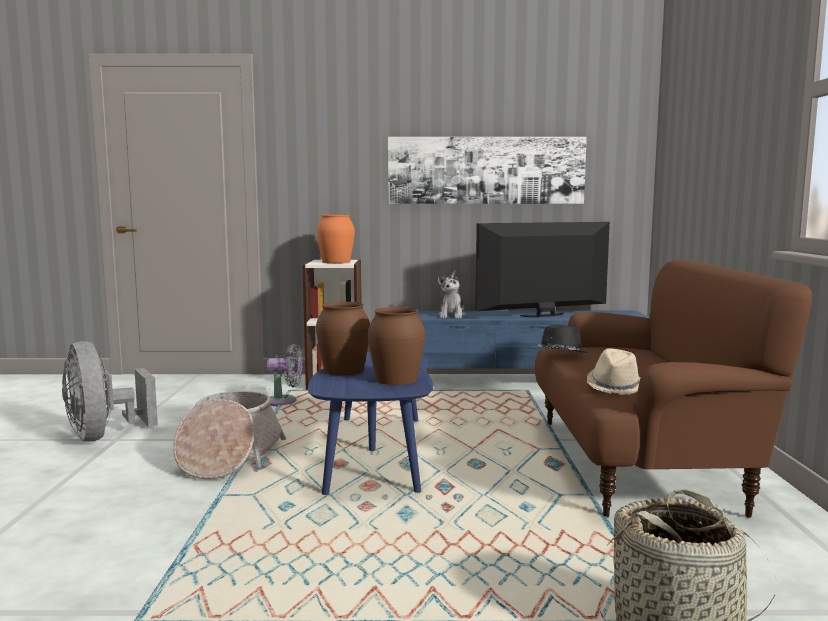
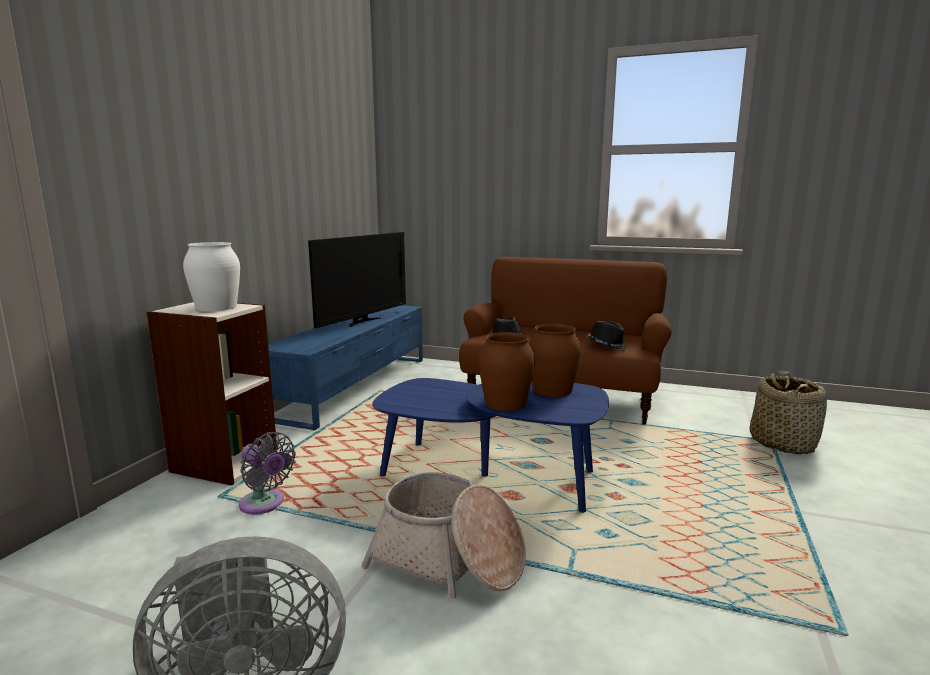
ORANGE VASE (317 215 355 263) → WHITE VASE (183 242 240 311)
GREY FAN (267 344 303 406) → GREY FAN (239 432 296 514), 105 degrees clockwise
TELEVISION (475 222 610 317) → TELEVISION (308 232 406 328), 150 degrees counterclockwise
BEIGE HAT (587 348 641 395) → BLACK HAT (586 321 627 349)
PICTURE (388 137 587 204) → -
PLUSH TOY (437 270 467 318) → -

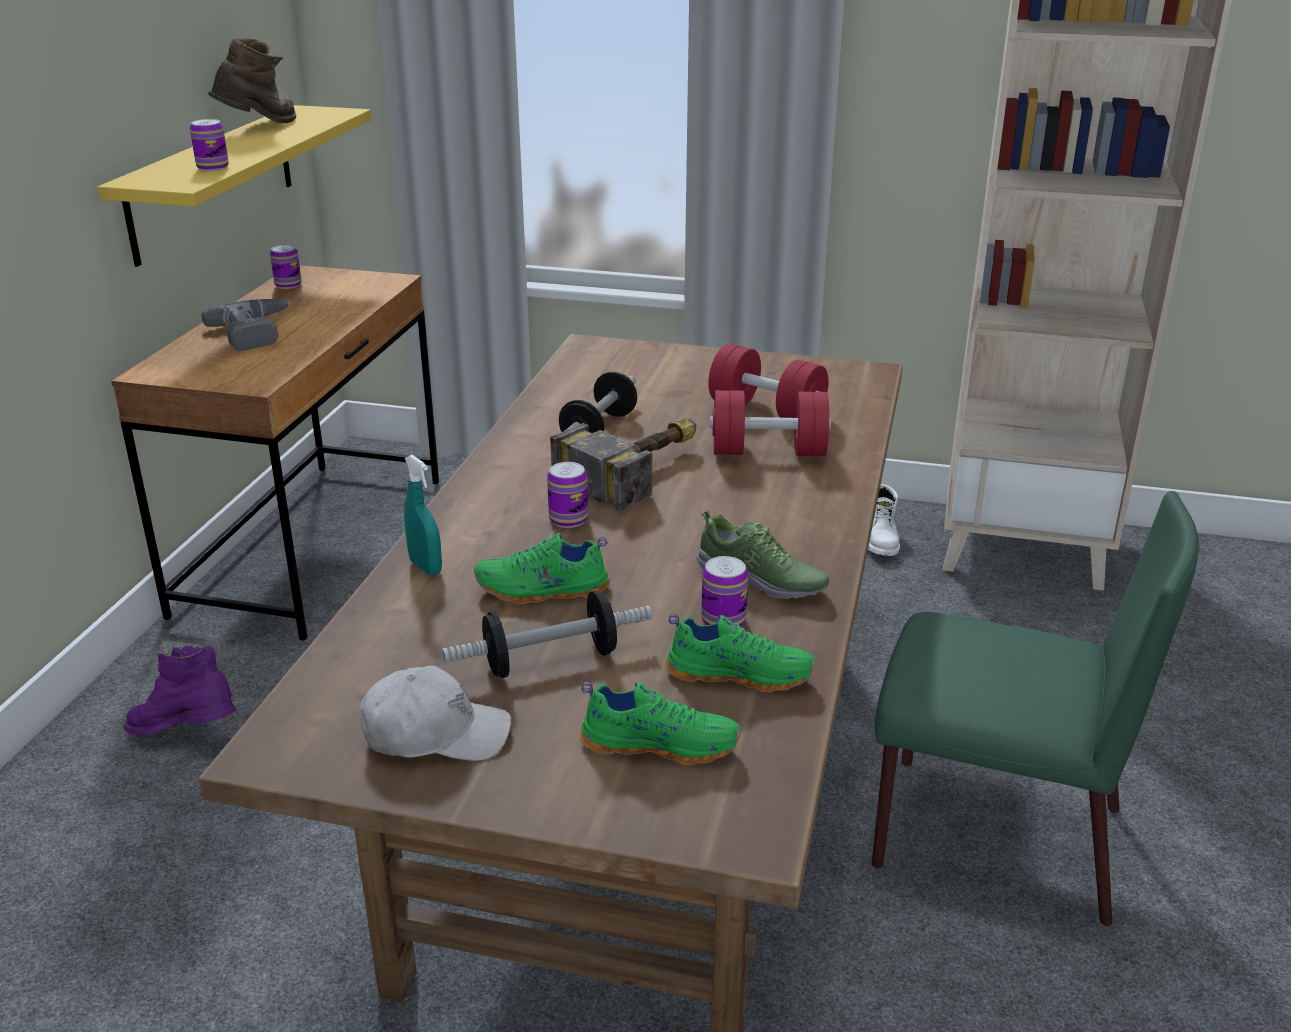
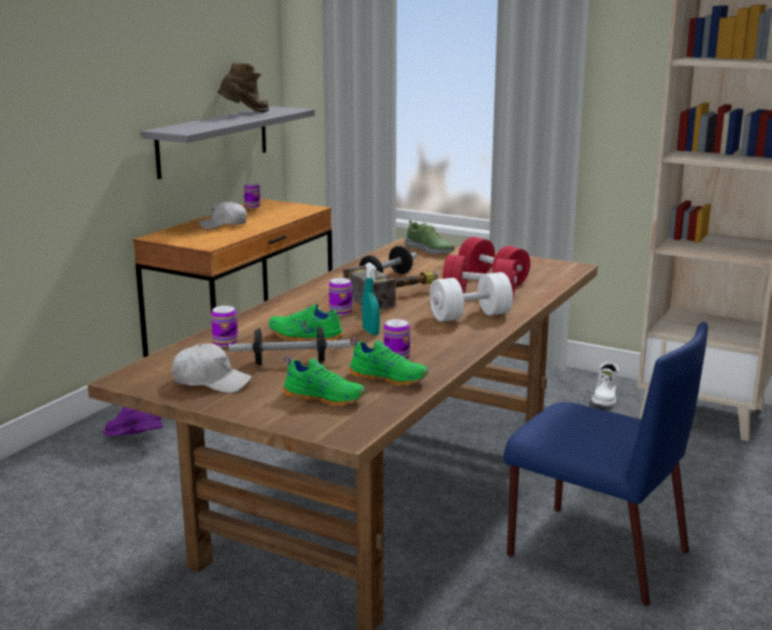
YELLOW SHELF (97 105 372 267) → GREY SHELF (141 106 315 179)
POWER DRILL (202 299 290 351) → WHITE CAP (198 201 247 229)
CAN (190 119 228 171) → CAN (211 306 238 347), relocated
TURQUOISE SPRAY BOTTLE (404 455 442 575) → TURQUOISE SPRAY BOTTLE (362 263 380 335), relocated
SHOE (697 511 829 599) → SHOE (405 220 455 254), relocated
- → WHITE DUMBBELL (430 272 513 322)
GREEN CHAIR (872 491 1199 926) → BLUE CHAIR (503 322 708 606)

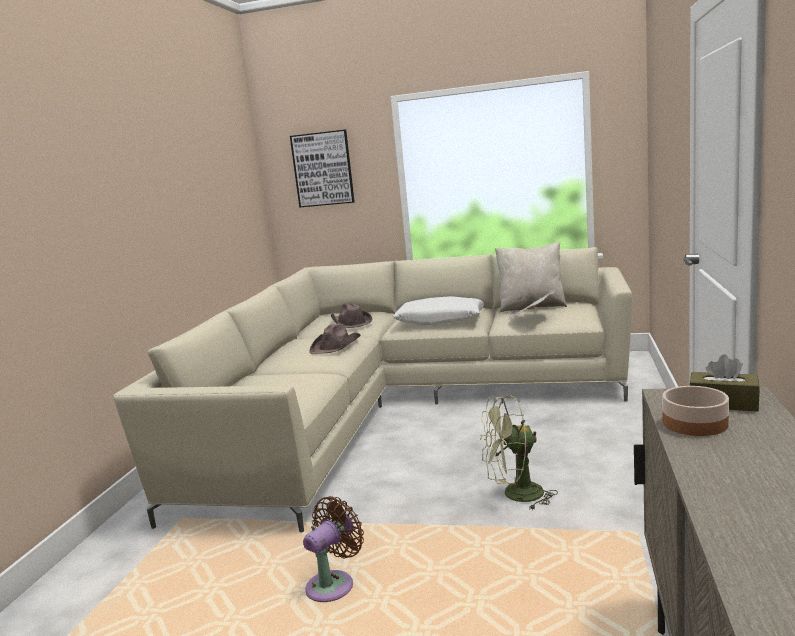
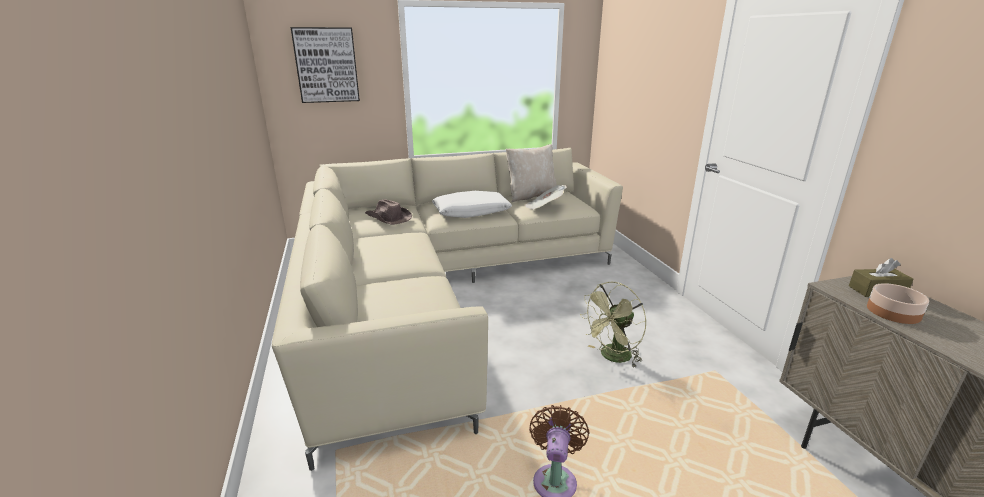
BROWN HAT (309 324 361 354) → -

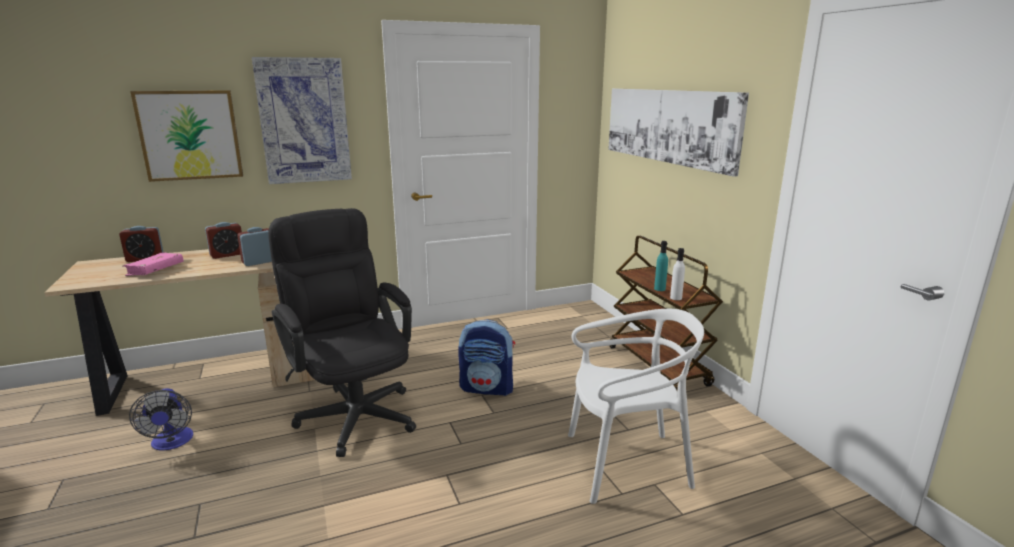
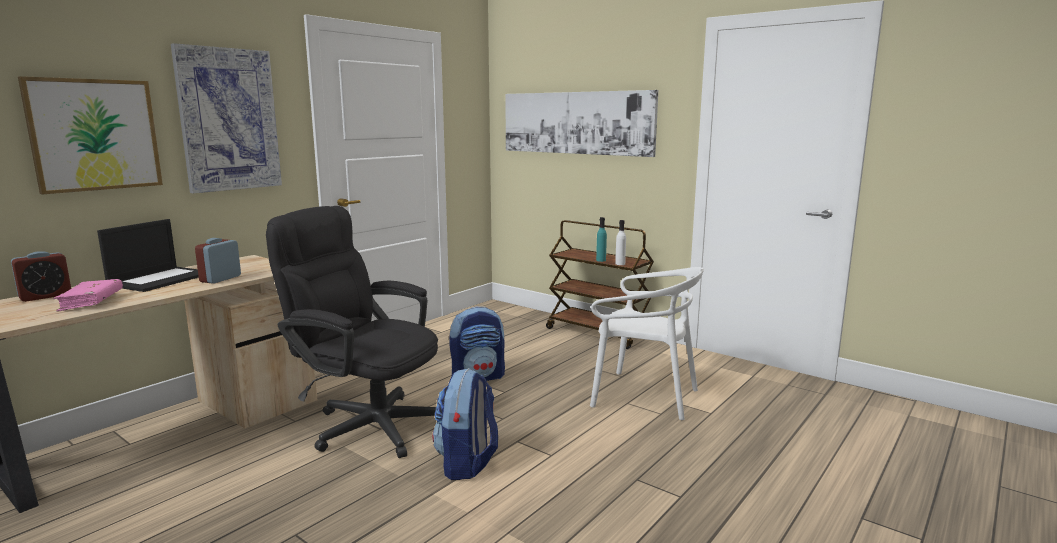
ALARM CLOCK (205 222 242 259) → LAPTOP (97 219 199 292)
- → BACKPACK (432 368 498 480)
WHITE CHAIR (568 309 704 504) → WHITE CHAIR (590 267 704 420), 60 degrees clockwise
FAN (129 388 193 451) → -

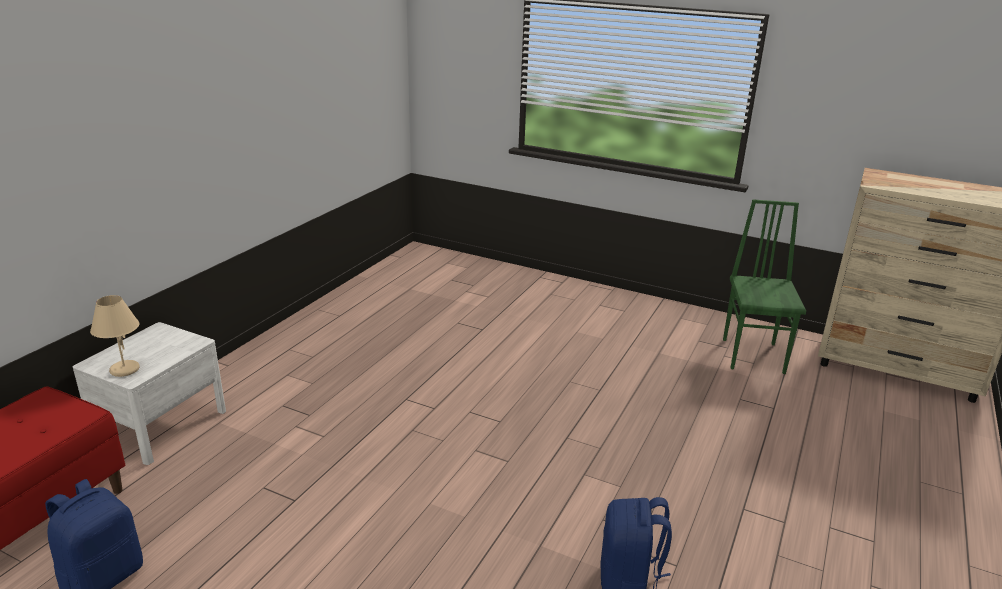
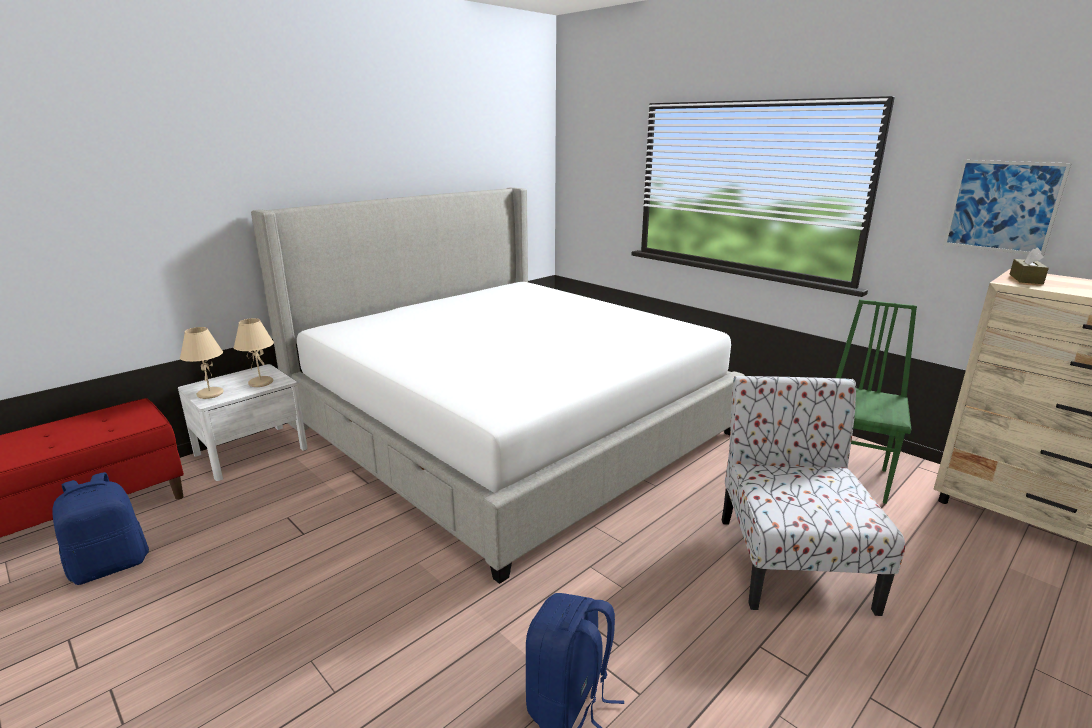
- → BEIGE TABLE LAMP (234 318 274 387)
- → BED (251 187 745 584)
- → CHAIR (722 376 905 616)
- → PICTURE (943 160 1072 256)
- → BROWN TISSUE BOX (1010 247 1049 284)

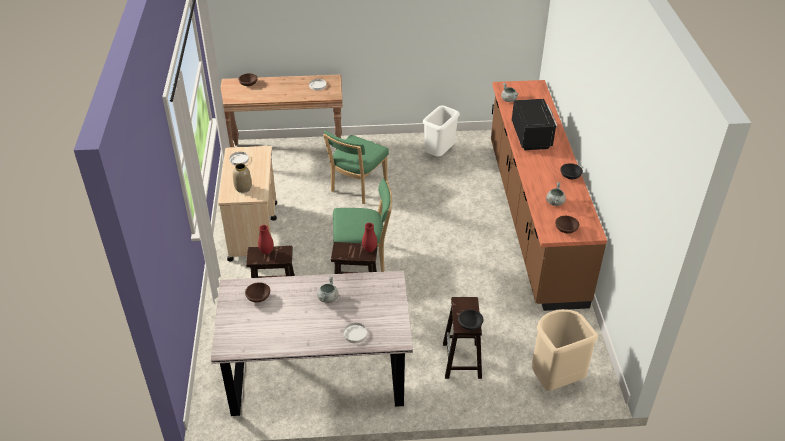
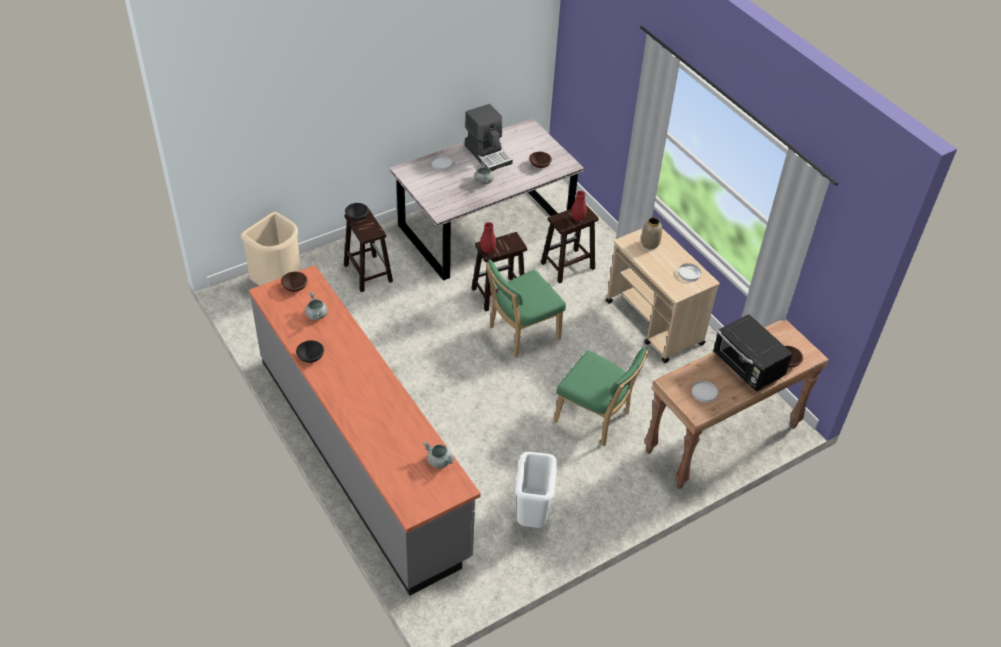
BROWN COUNTER (491 80 607 311) → GREY COUNTER (249 265 481 596)
- → COFFEE MACHINE (465 104 513 171)
GREEN CHAIR (323 130 389 204) → GREEN CHAIR (554 346 649 446), 120 degrees clockwise
BLACK MICROWAVE (512 99 557 150) → BLACK MICROWAVE (713 314 793 391), relocated

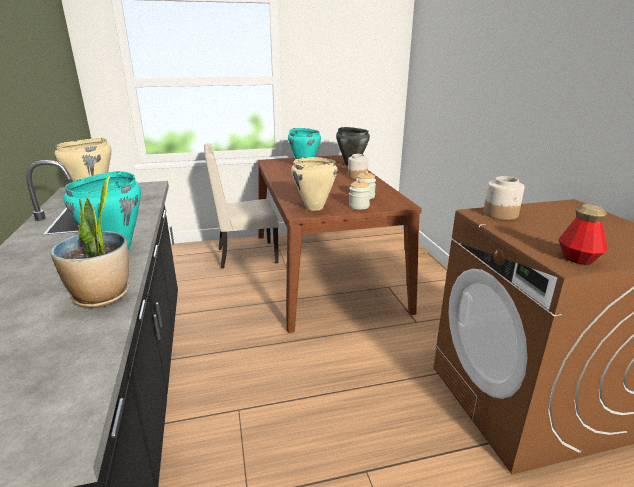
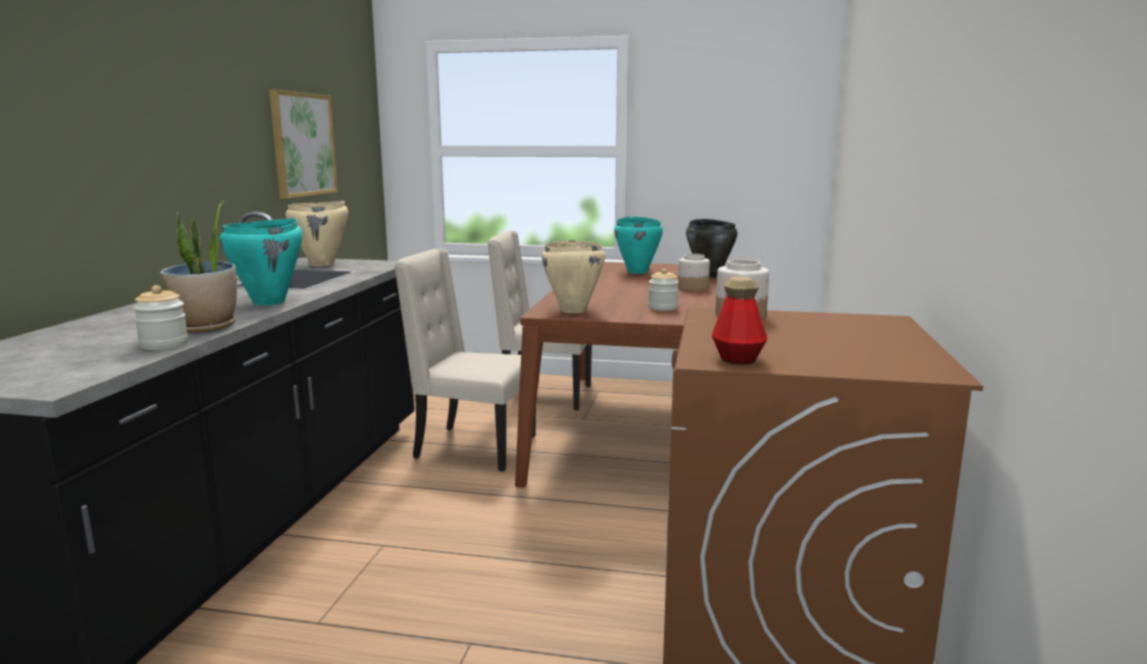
JAR (349 179 371 210) → JAR (133 285 188 350), relocated
- → PICTURE (269 90 338 199)
- → BEIGE CHAIR (394 249 536 472)

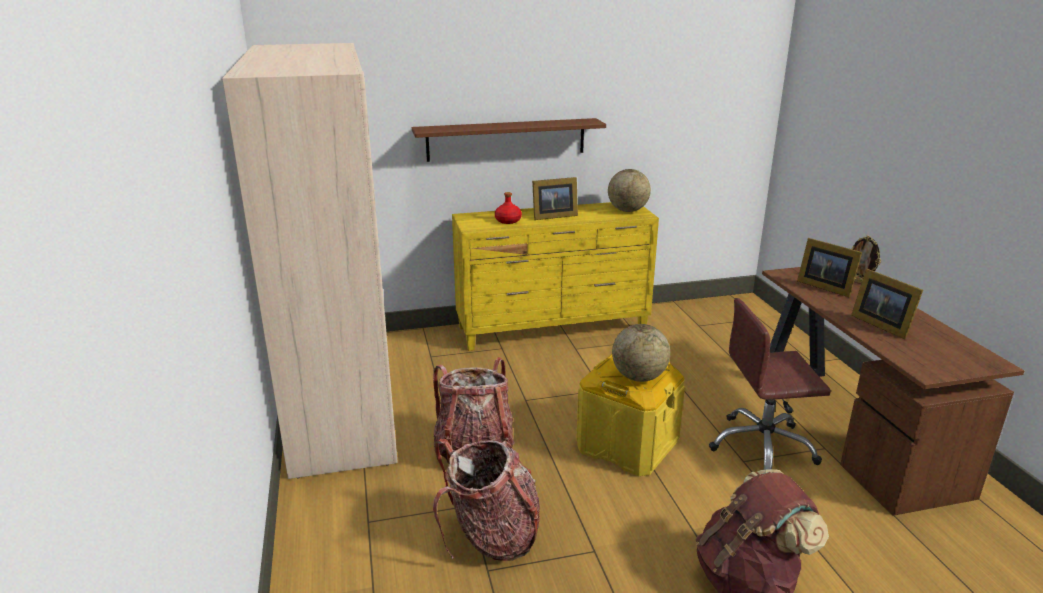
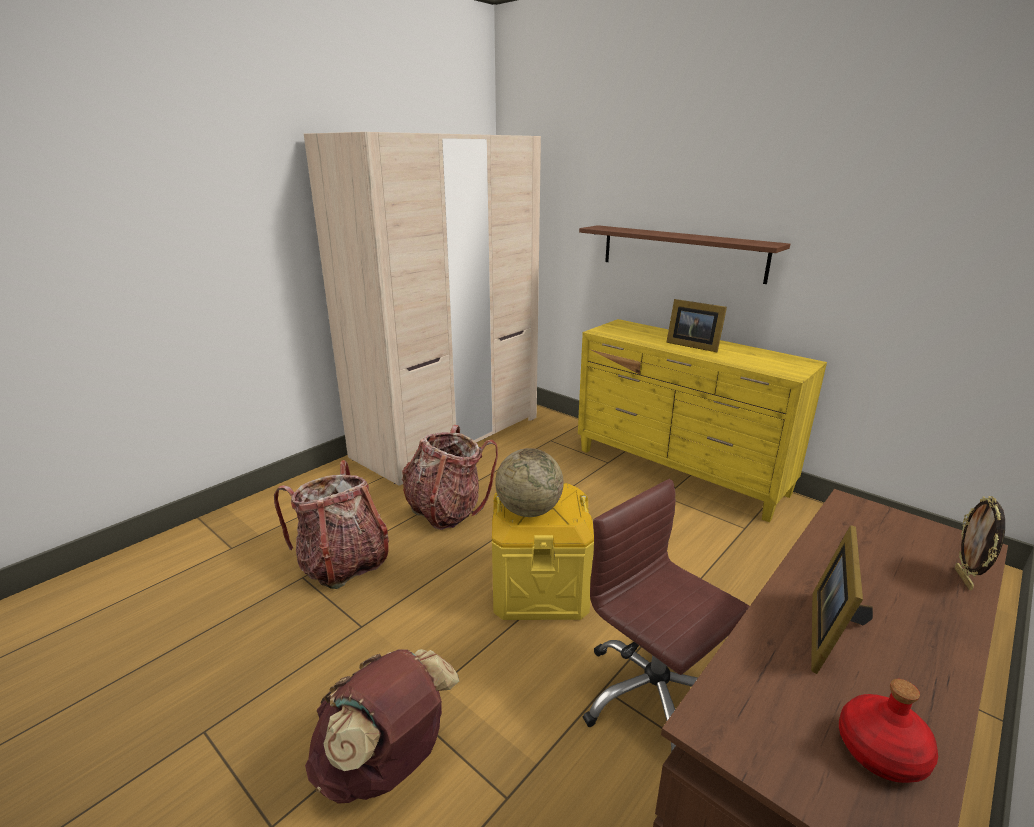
RED BOTTLE (495 192 522 224) → RED BOTTLE (839 679 938 783), relocated
GLOBE (608 169 651 212) → -
PICTURE FRAME (797 238 862 297) → -

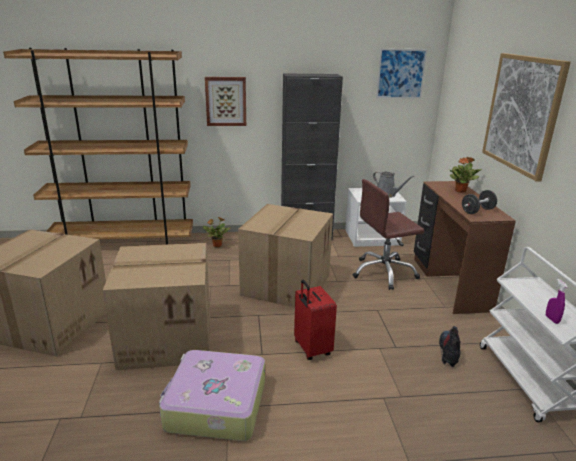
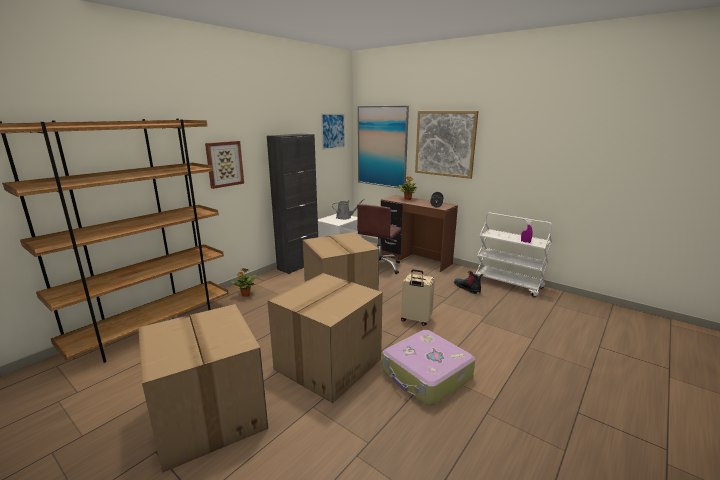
- → PICTURE (358 106 409 188)
RED SUITCASE (294 280 337 360) → BEIGE SUITCASE (401 269 435 326)

